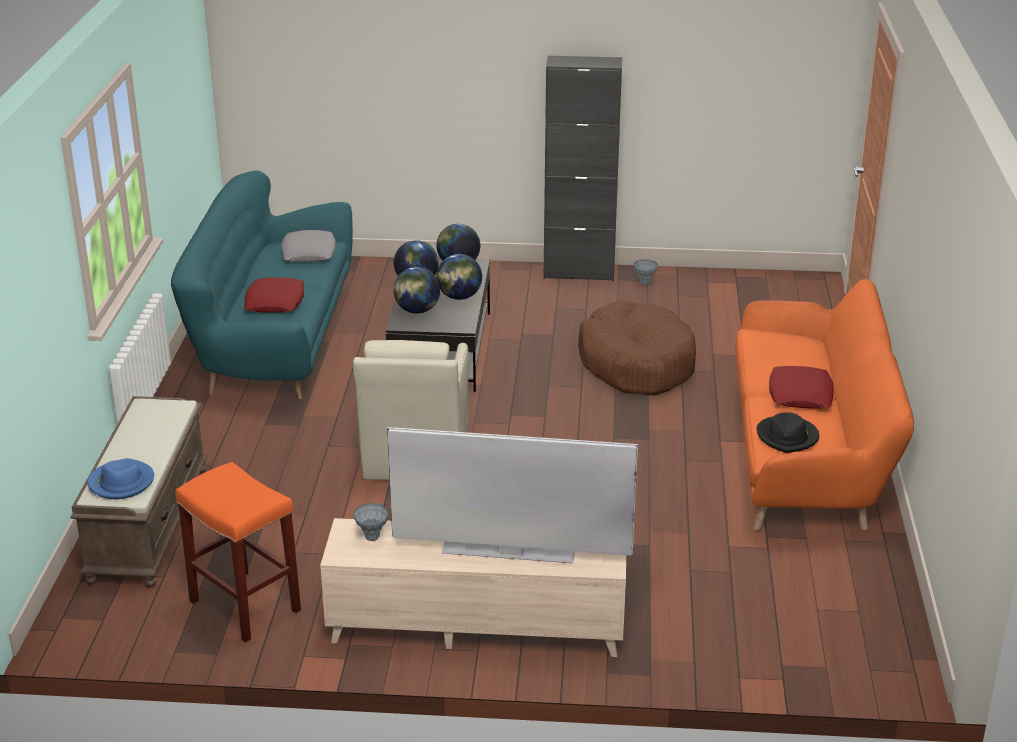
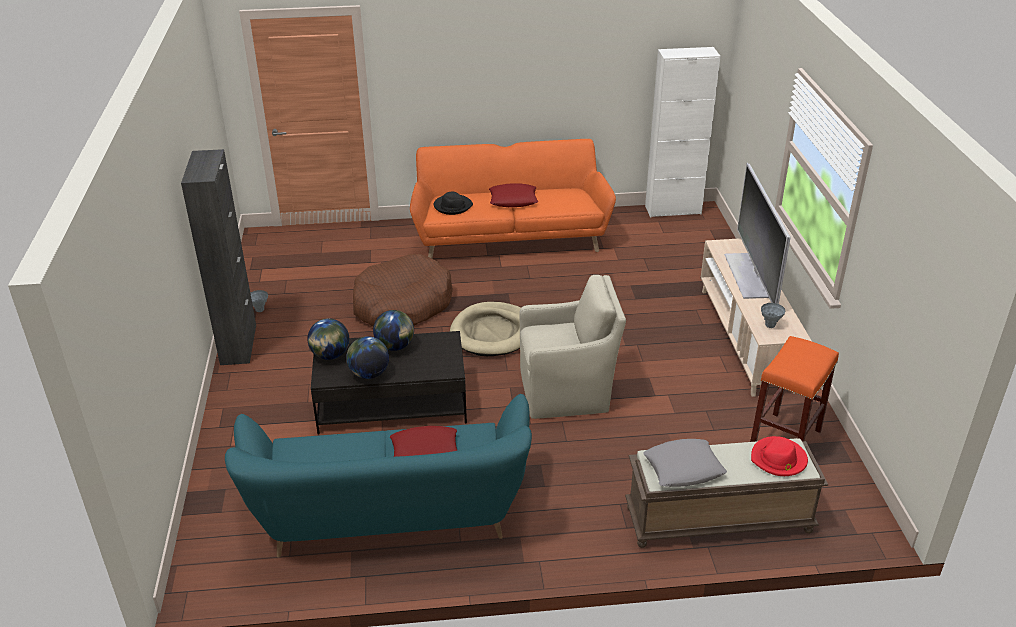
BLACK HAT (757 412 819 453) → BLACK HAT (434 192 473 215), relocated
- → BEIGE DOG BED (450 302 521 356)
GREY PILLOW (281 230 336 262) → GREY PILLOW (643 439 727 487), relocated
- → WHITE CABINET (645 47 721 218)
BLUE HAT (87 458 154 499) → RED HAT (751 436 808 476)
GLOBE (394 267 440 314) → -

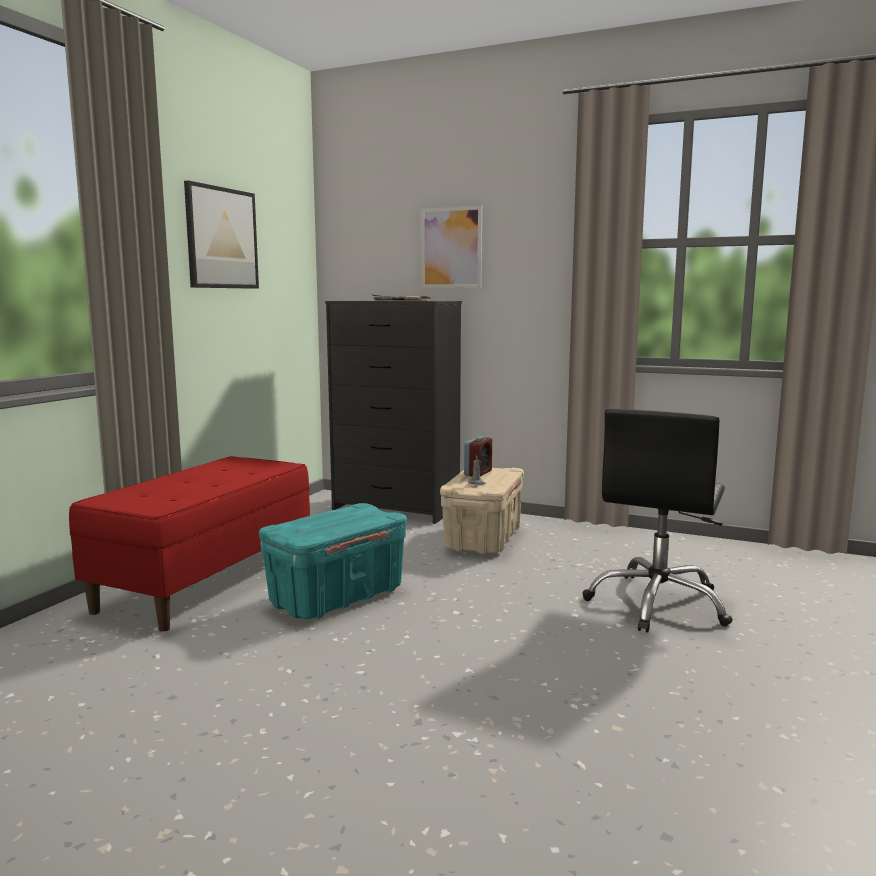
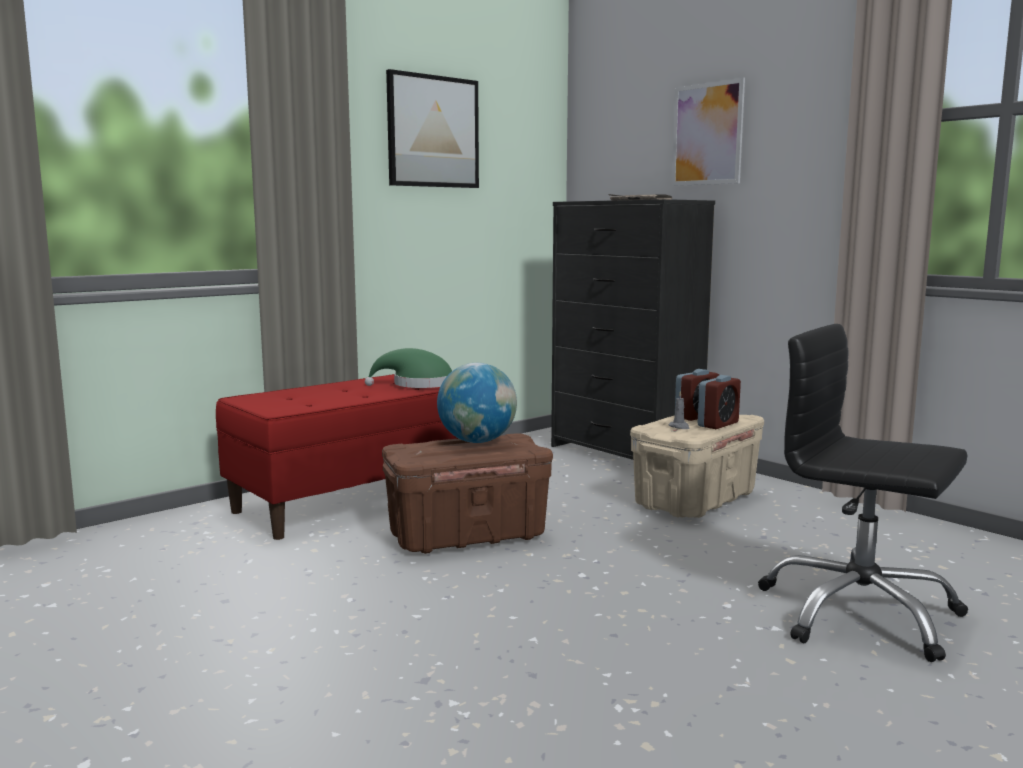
- → GREEN HAT (365 348 452 388)
TURQUOISE STORAGE BOX (259 503 407 619) → BROWN STORAGE BOX (382 433 553 554)
- → GLOBE (437 363 517 443)
- → ALARM CLOCK (698 375 741 429)
BLACK OFFICE CHAIR (583 409 733 632) → BLACK OFFICE CHAIR (758 324 968 662), 75 degrees clockwise

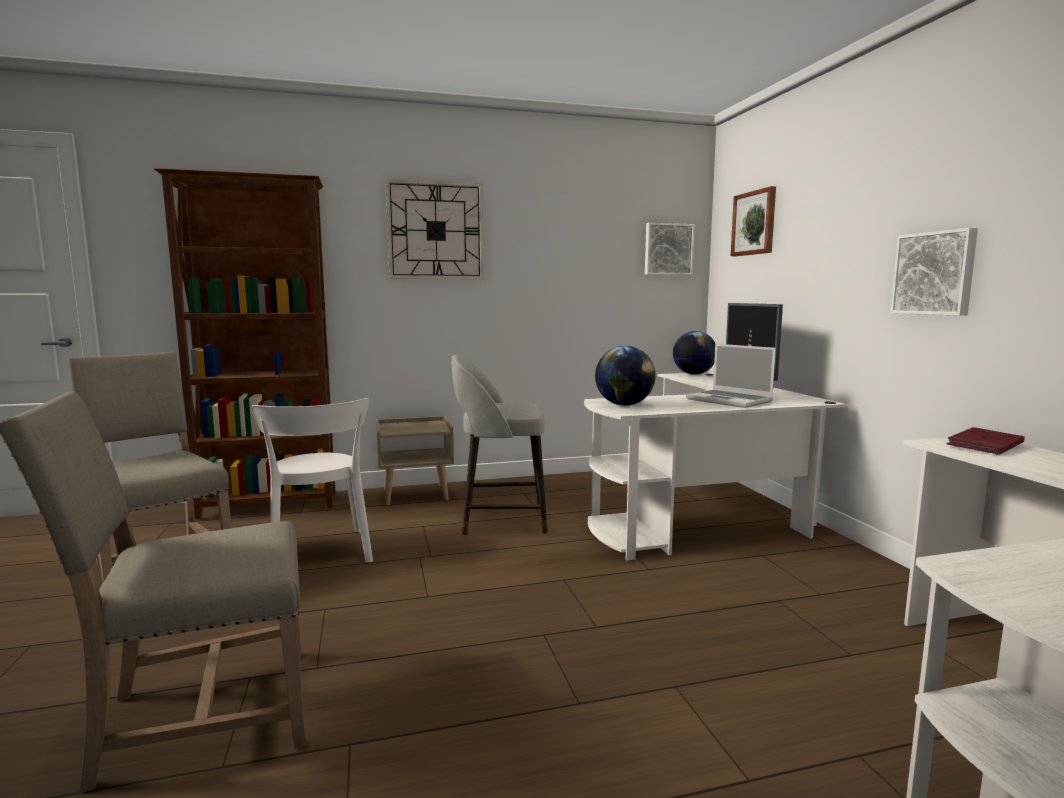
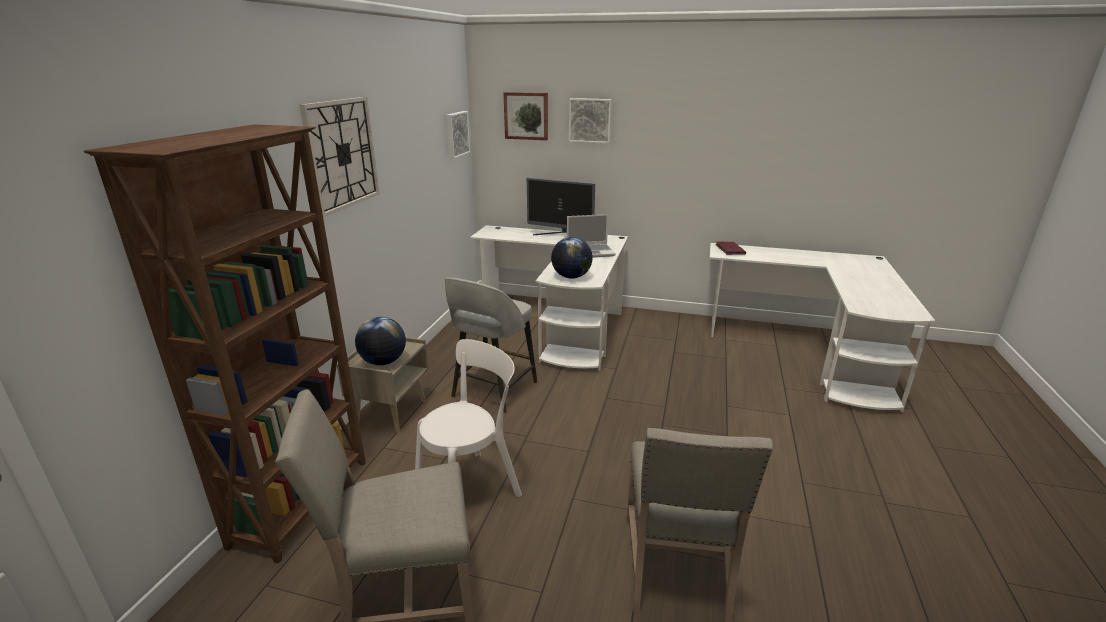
GLOBE (673 331 715 375) → GLOBE (355 317 406 365), relocated
WHITE CHAIR (252 398 373 562) → WHITE CHAIR (415 339 522 497), 45 degrees counterclockwise
PICTURE (890 228 978 316) → PICTURE (569 98 612 143), relocated

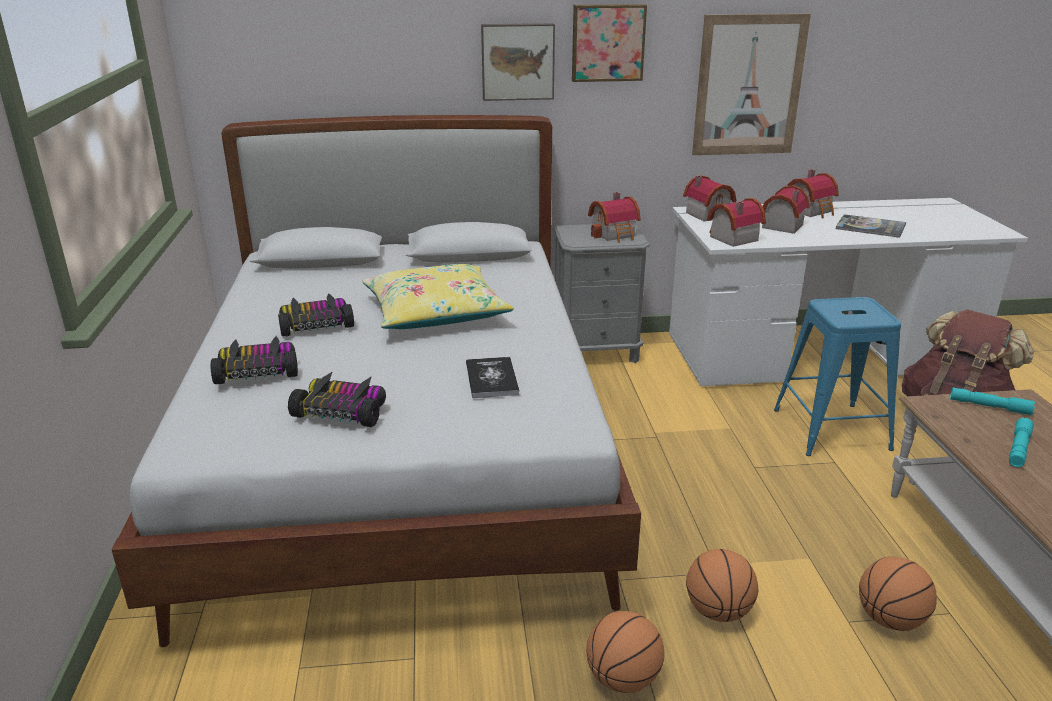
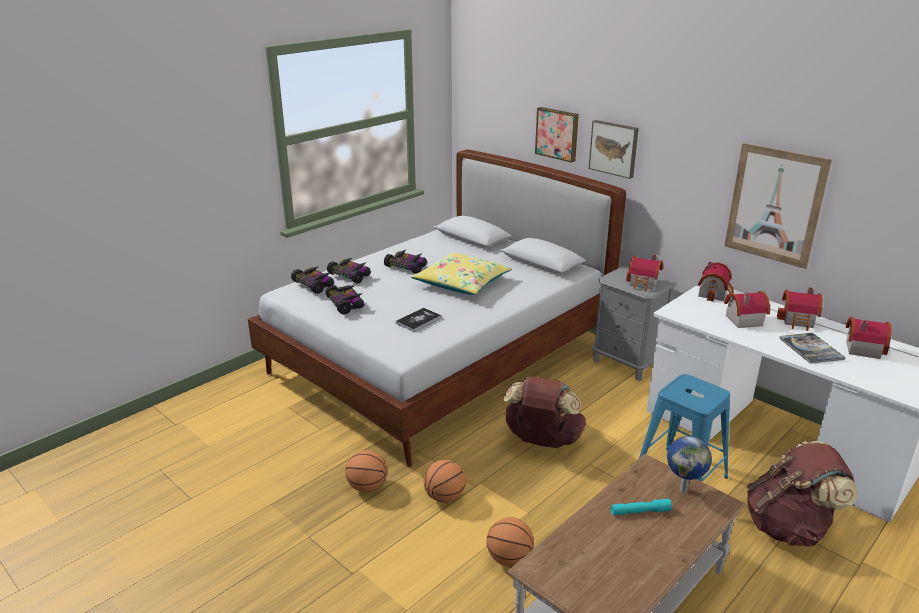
- → TOY CAR (291 266 335 294)
- → BROWN BACKPACK (504 377 586 448)
PICTURE (572 4 647 82) → PICTURE (535 107 579 163), relocated
TURQUOISE FLASHLIGHT (950 388 1035 416) → GLOBE (667 436 712 492)
TOY HOUSE (707 198 766 247) → TOY HOUSE (846 317 892 359), relocated

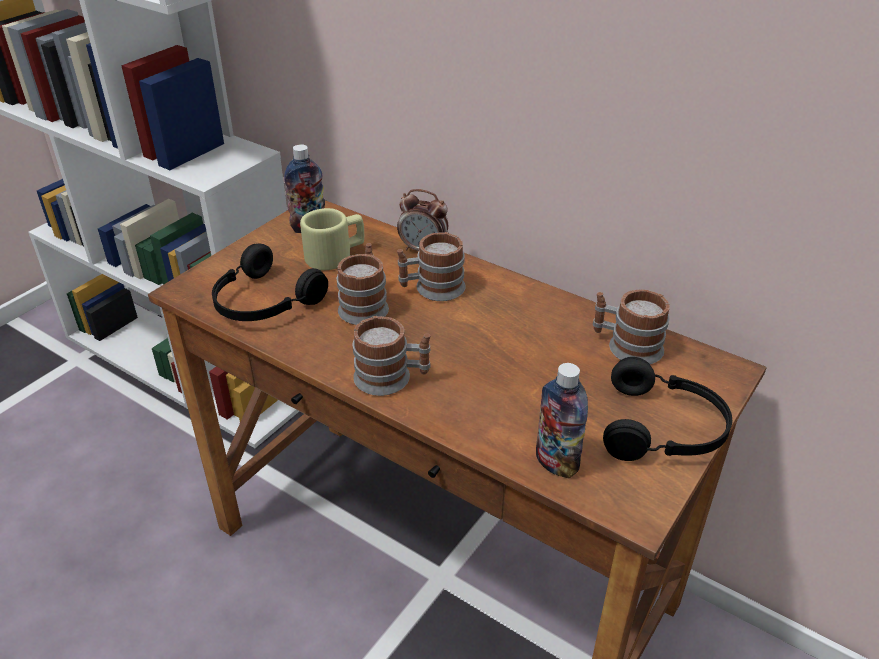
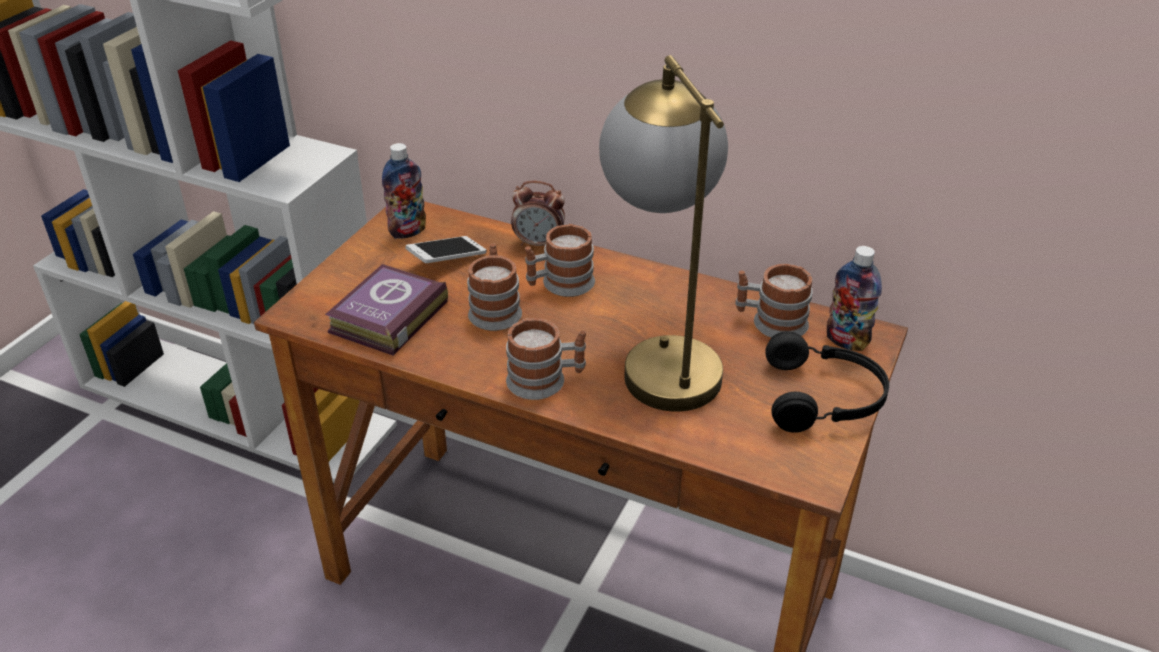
BLACK HEADPHONES (212 244 328 321) → BOOK (325 264 448 356)
BEIGE MUG (300 208 364 271) → PHONE (405 236 487 263)
- → TABLE LAMP (599 55 728 412)
BOTTLE (536 363 588 478) → BOTTLE (827 246 882 351), relocated

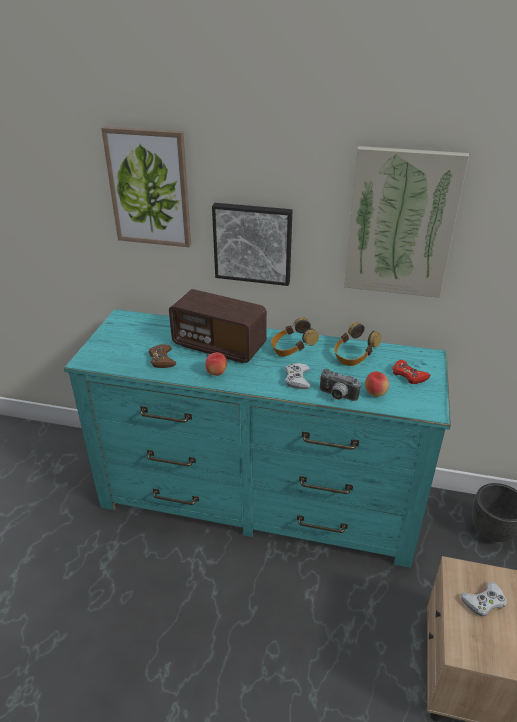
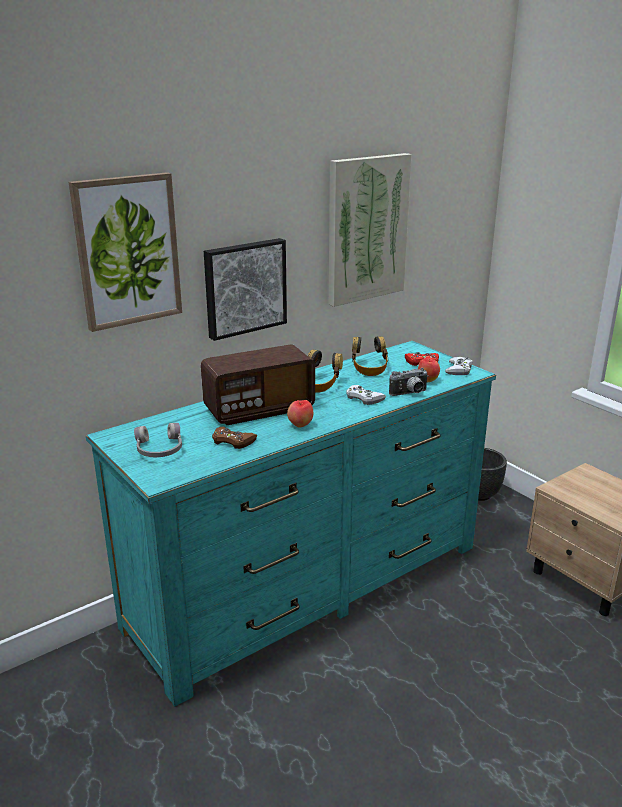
- → GREY HEADPHONES (134 423 182 457)
WHITE GAME CONTROLLER (461 582 507 617) → WHITE GAME CONTROLLER (445 357 473 375), relocated

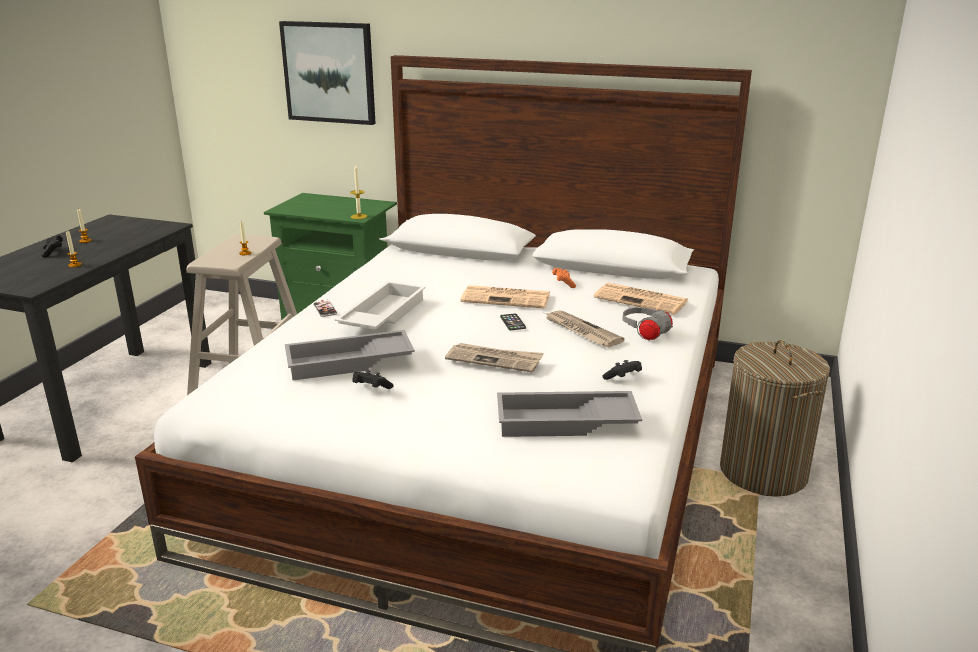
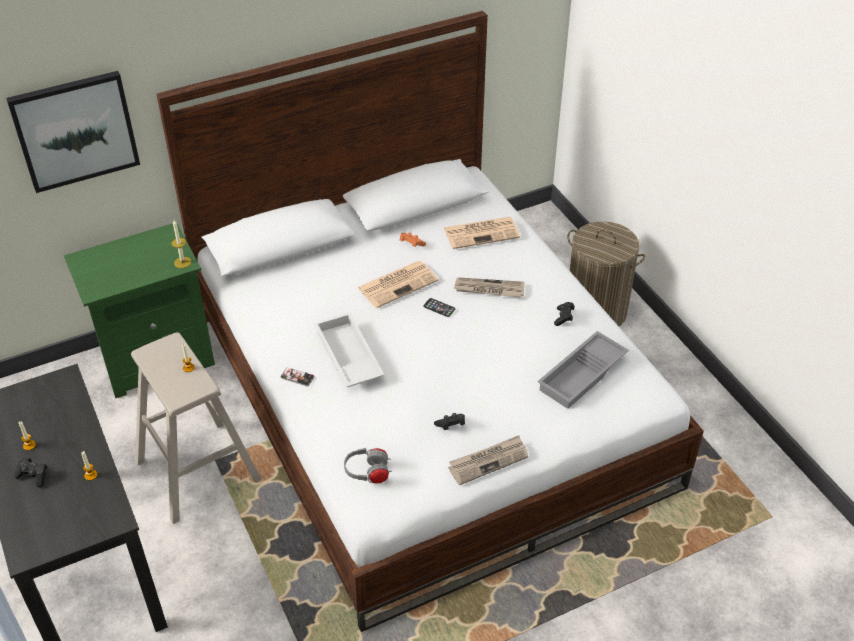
GREY HEADPHONES (622 307 673 340) → GREY HEADPHONES (344 448 392 483), relocated
NEWSPAPER (445 343 544 372) → NEWSPAPER (448 435 528 485), relocated
GREY TRAY (285 330 415 380) → -

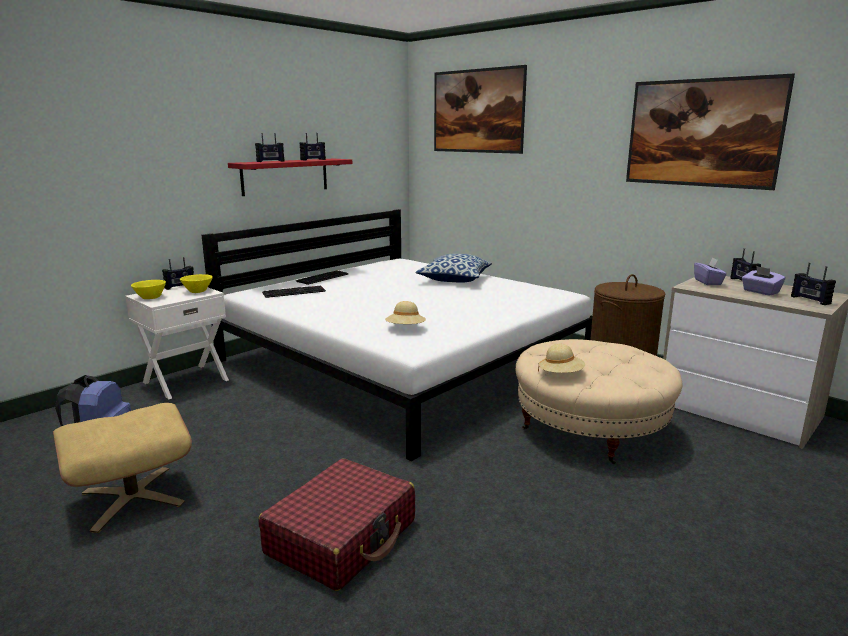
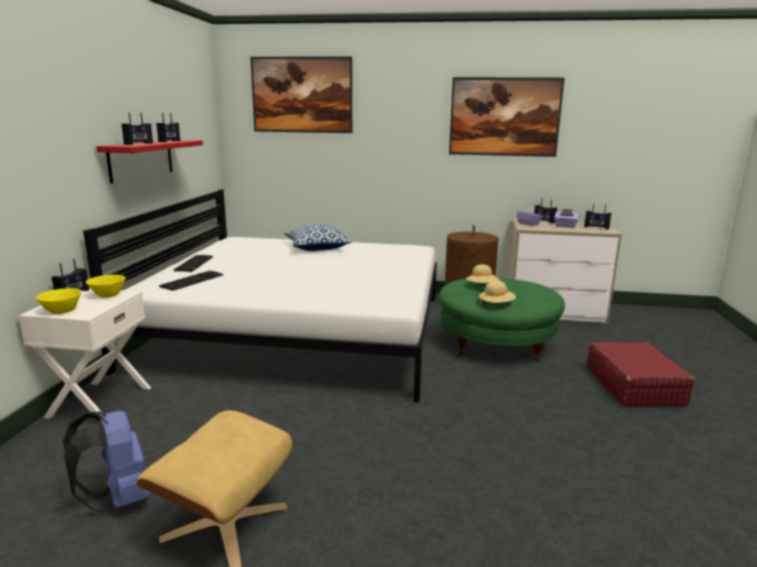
BEIGE OTTOMAN (516 339 682 464) → GREEN OTTOMAN (439 277 565 362)
BEIGE HAT (385 301 426 324) → BEIGE HAT (466 264 500 283), relocated
RED SUITCASE (258 458 415 591) → RED SUITCASE (587 342 695 406), relocated

